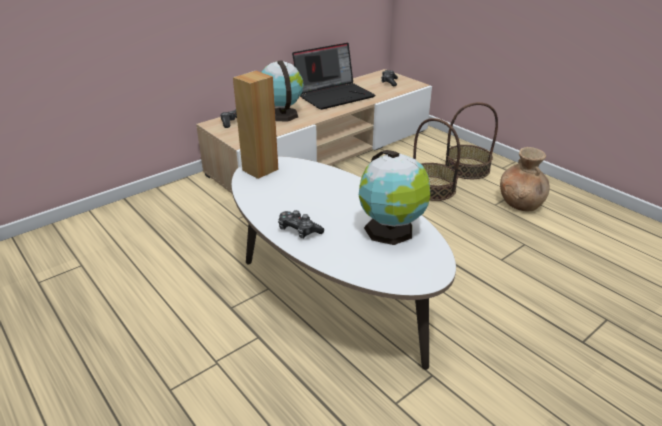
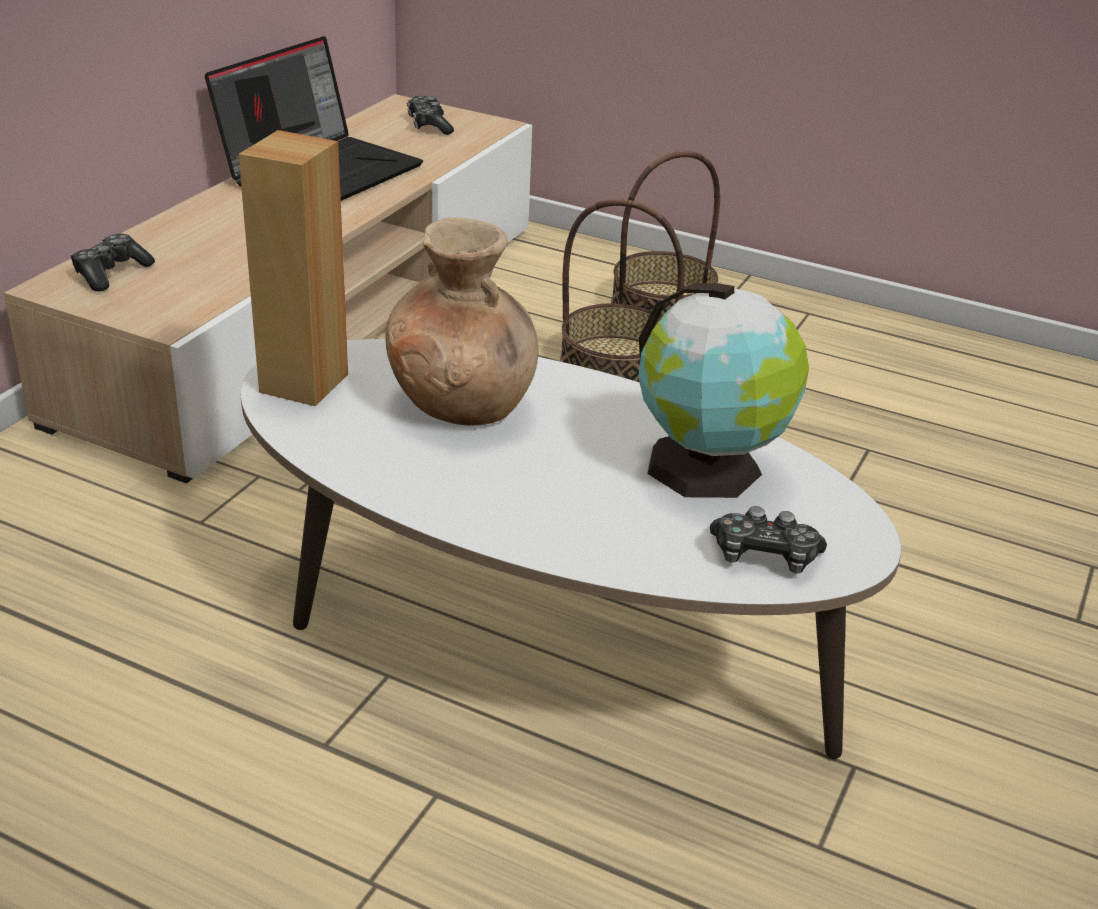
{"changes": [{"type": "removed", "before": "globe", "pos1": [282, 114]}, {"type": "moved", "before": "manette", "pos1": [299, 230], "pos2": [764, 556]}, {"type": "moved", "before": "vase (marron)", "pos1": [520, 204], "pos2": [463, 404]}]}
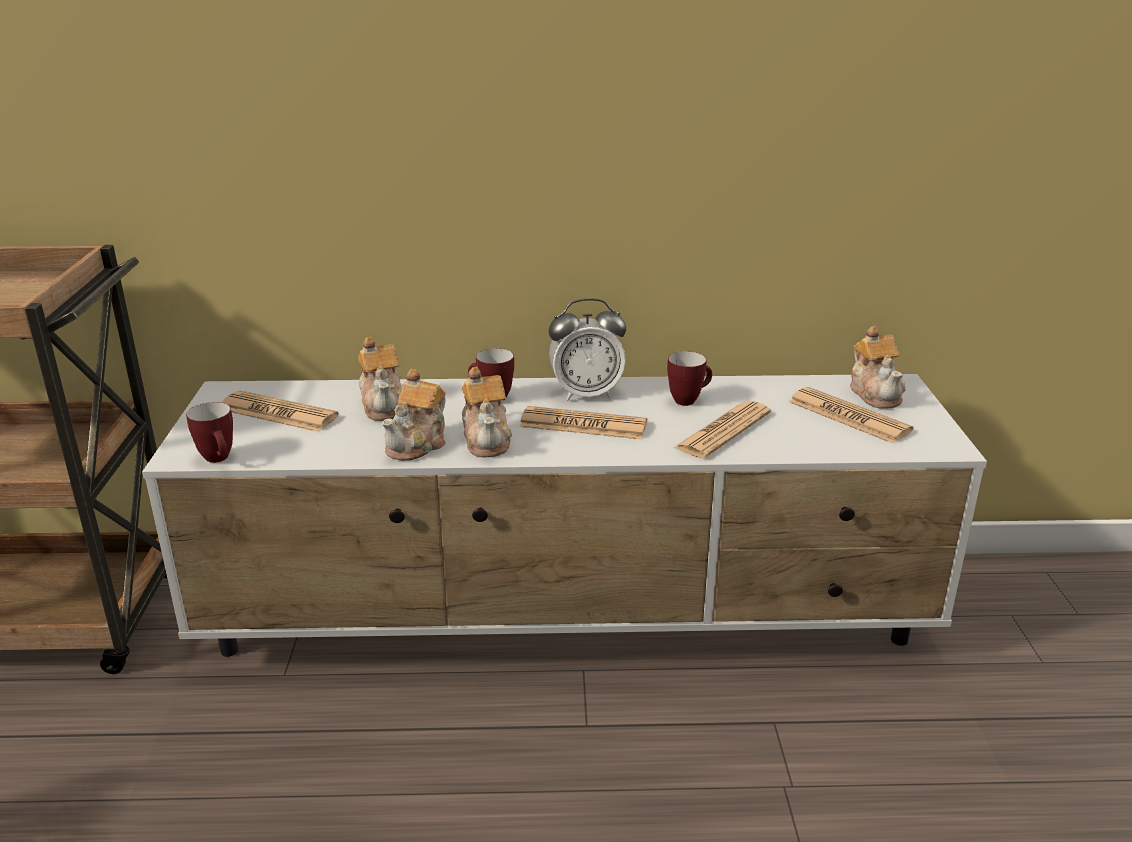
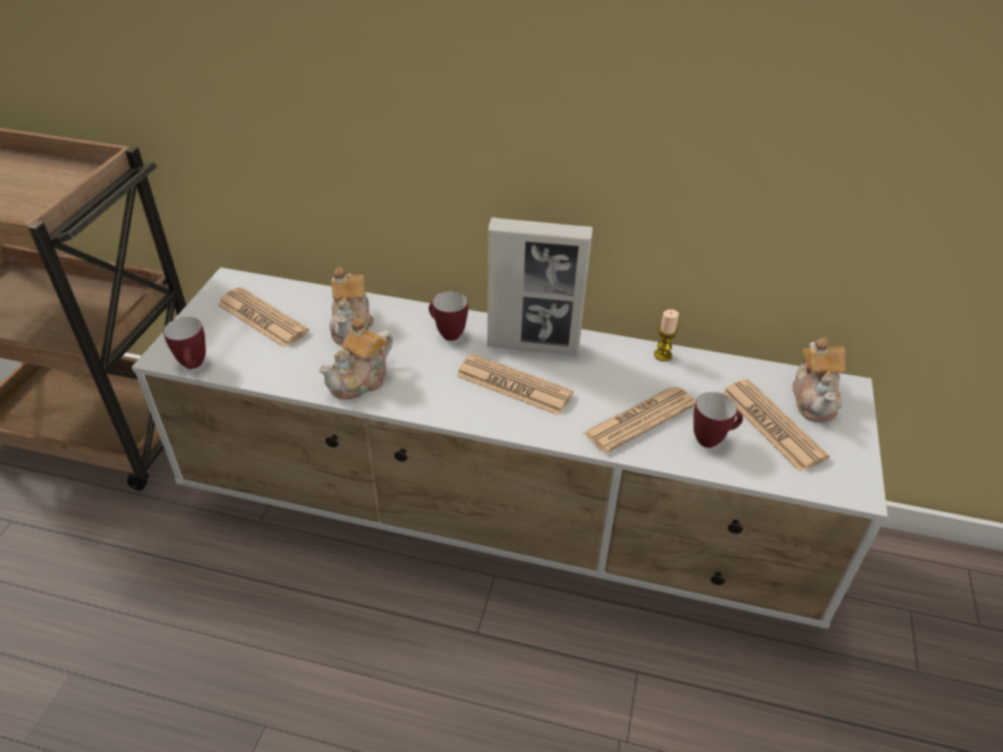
{"changes": [{"type": "removed", "before": "théière", "pos1": [487, 439]}, {"type": "replaced", "before": "réveil", "after": "cadre photo", "pos1": [586, 394], "pos2": [533, 345]}, {"type": "moved", "before": "mug", "pos1": [688, 400], "pos2": [712, 439]}, {"type": "added", "after": "bougie", "pos2": [662, 355]}]}
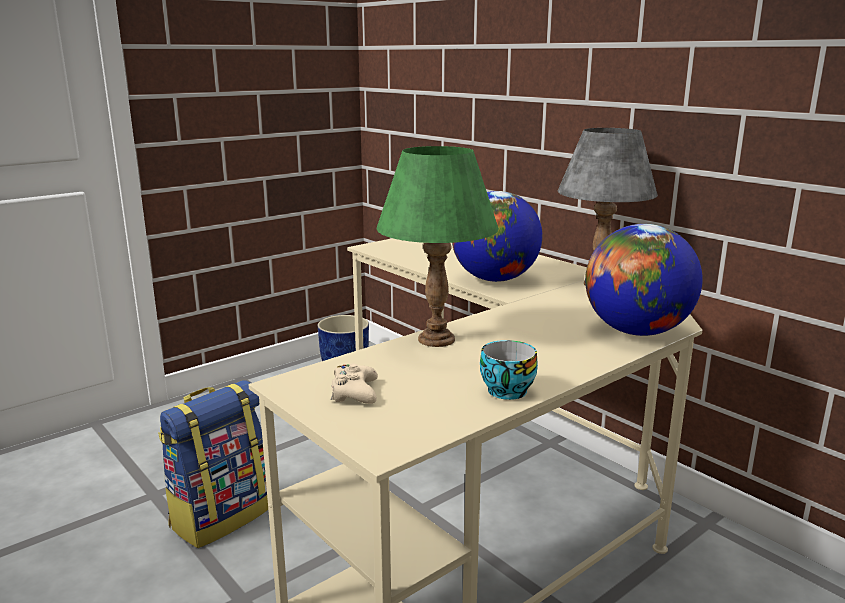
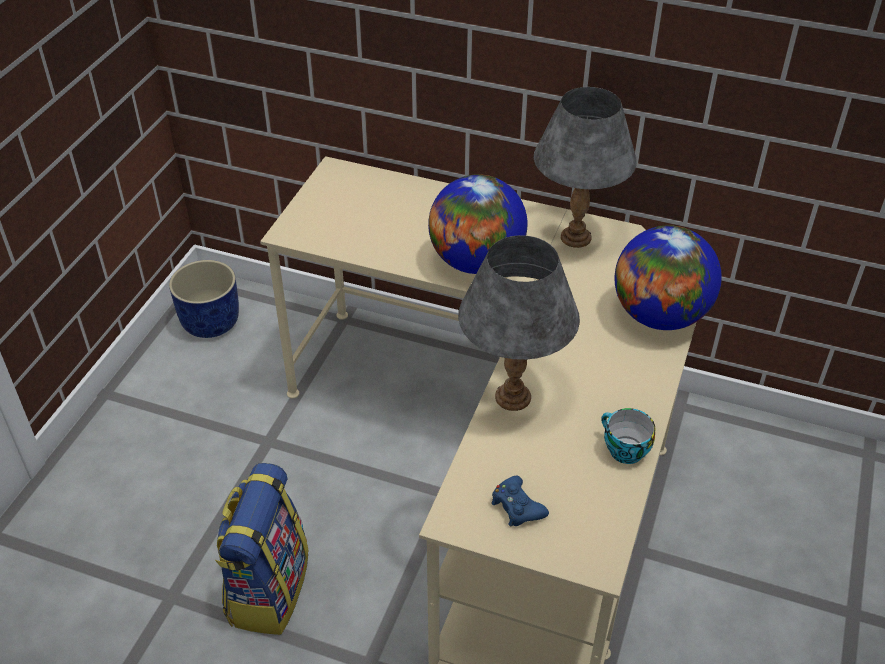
{"changes": [{"type": "recoloured", "before": "manette (beige)", "after": "manette (bleu)", "pos1": [354, 393], "pos2": [517, 507]}, {"type": "recoloured", "before": "lampe de table (vert)", "after": "lampe de table (gris)", "pos1": [435, 339], "pos2": [512, 397]}]}
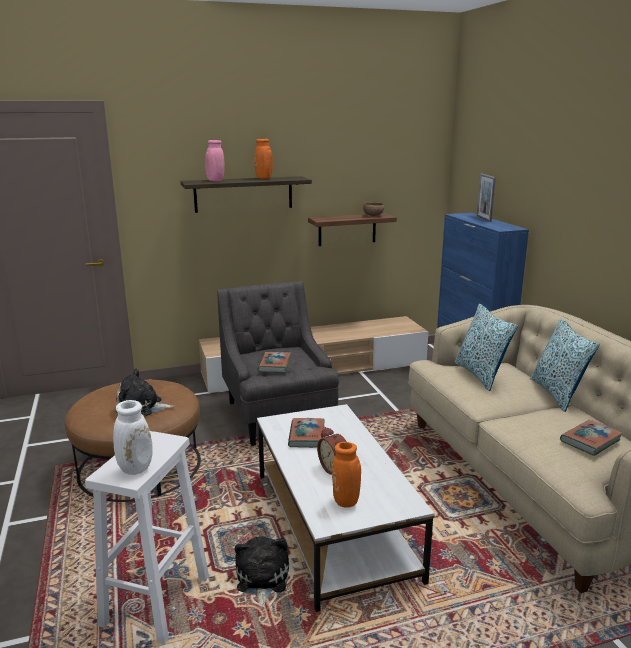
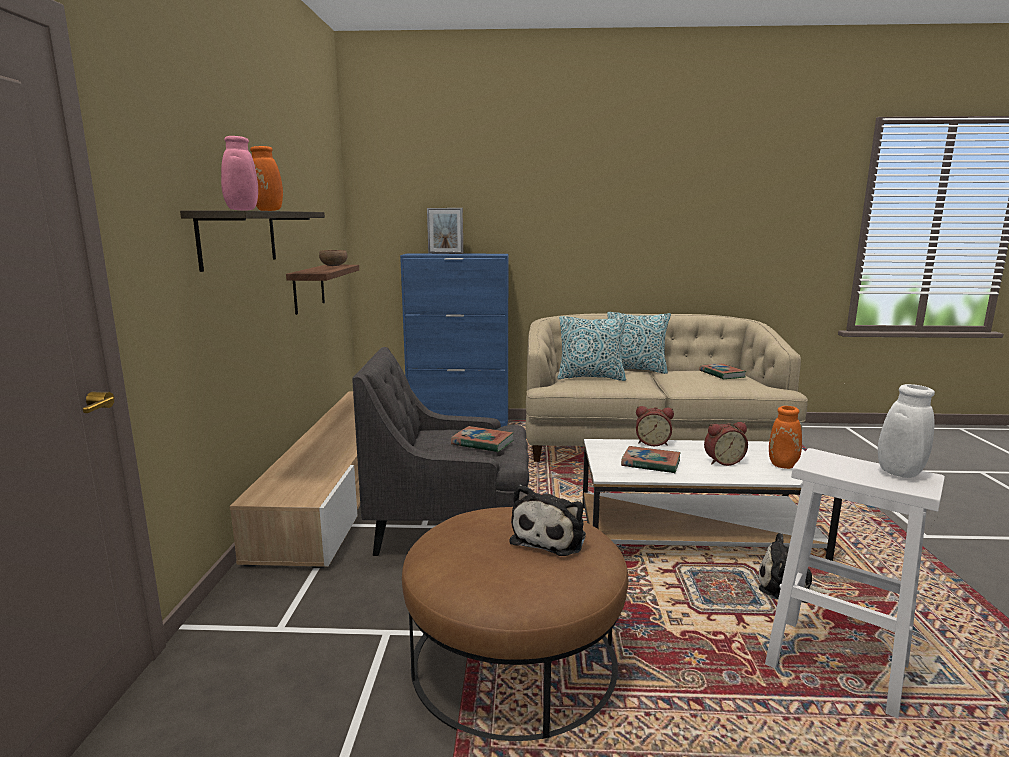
{"changes": [{"type": "added", "after": "réveil", "pos2": [652, 442]}]}
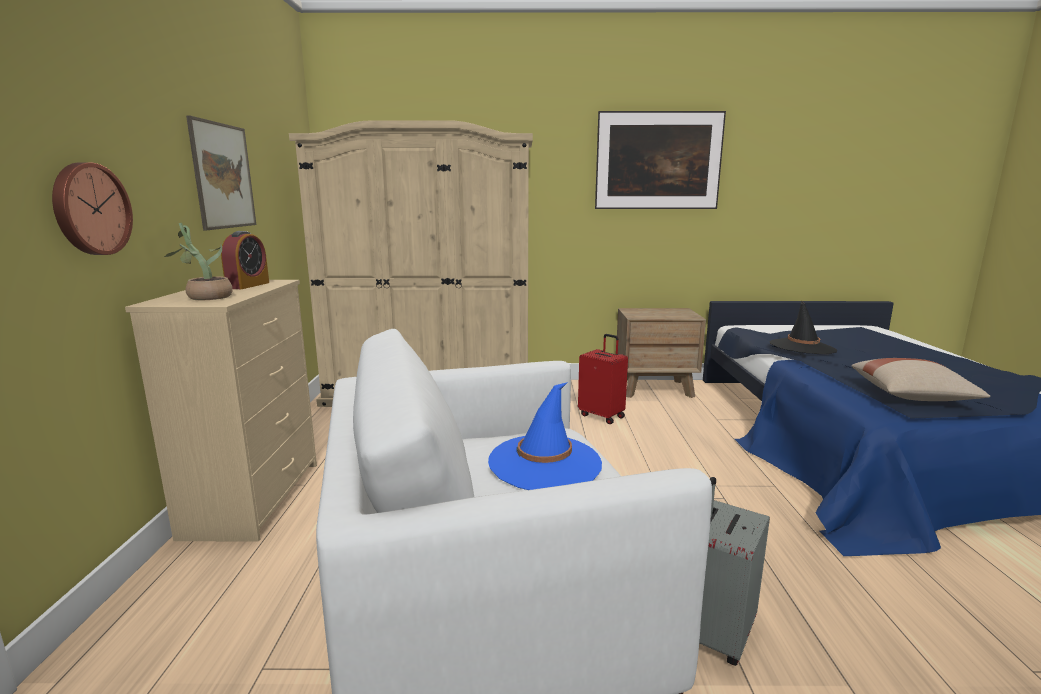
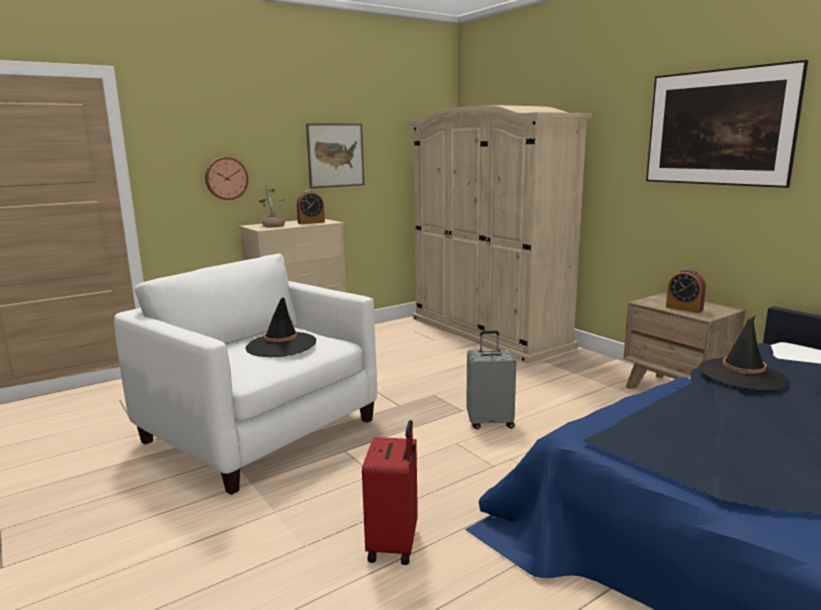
{"changes": [{"type": "recoloured", "before": "chapeau (bleu)", "after": "chapeau (noir)", "pos1": [545, 463], "pos2": [281, 345]}, {"type": "moved", "before": "valise (rouge)", "pos1": [602, 416], "pos2": [394, 544]}, {"type": "moved", "before": "valise (gris)", "pos1": [716, 634], "pos2": [490, 422]}, {"type": "removed", "before": "coussin (beige)", "pos1": [912, 397]}, {"type": "added", "after": "réveil", "pos2": [684, 308]}]}
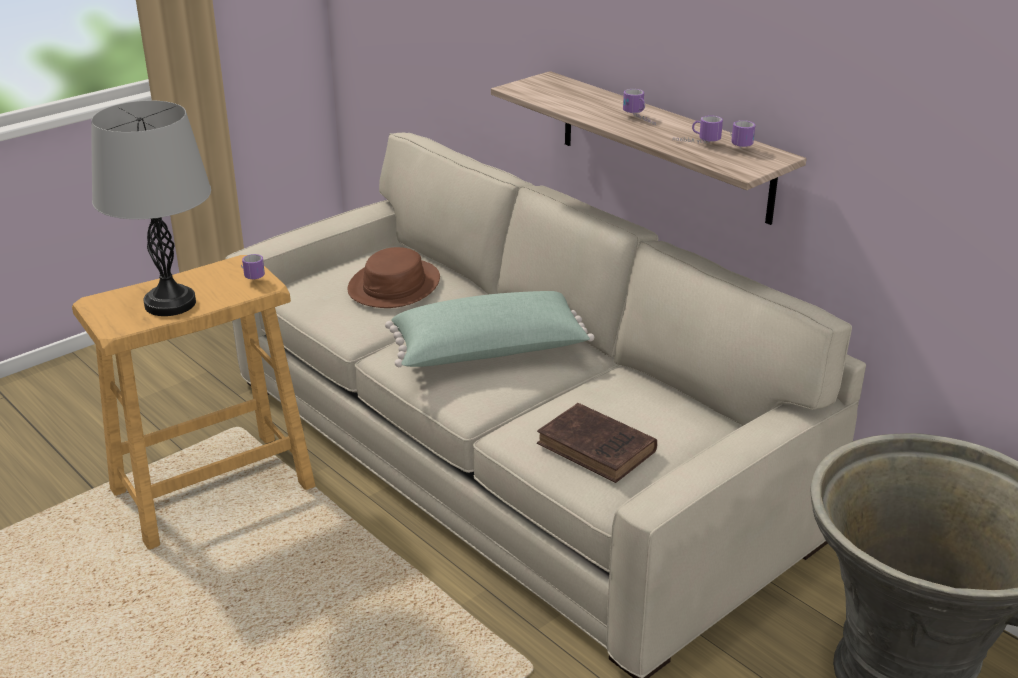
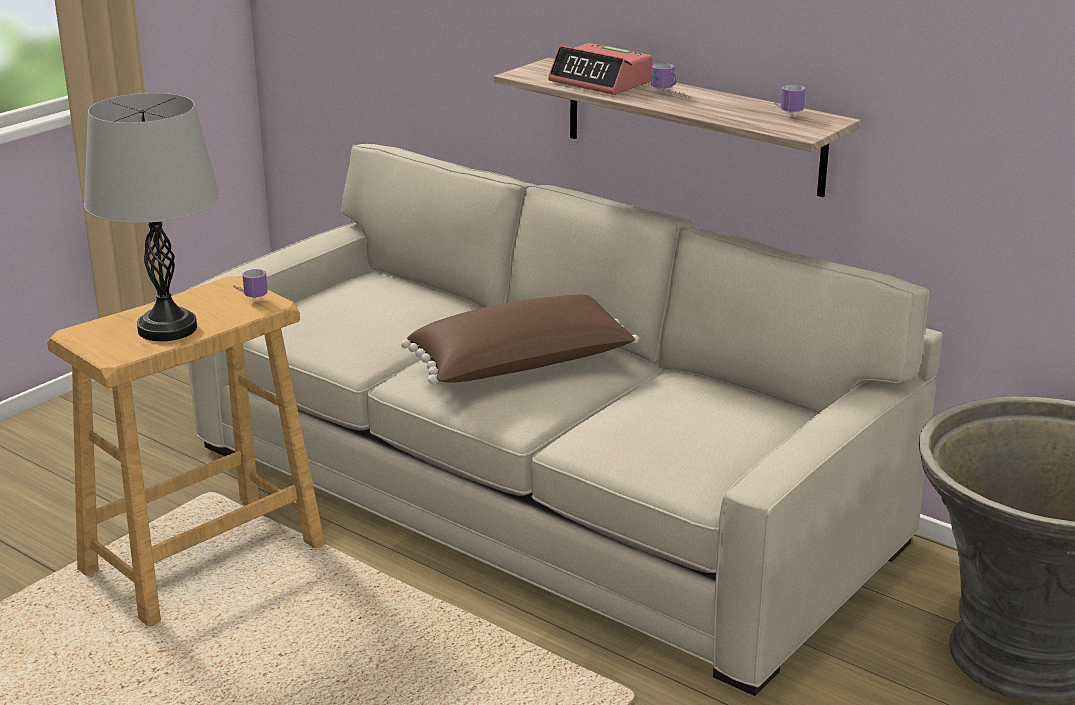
{"changes": [{"type": "removed", "before": "chapeau (marron)", "pos1": [394, 285]}, {"type": "recoloured", "before": "coussin (vert)", "after": "coussin (marron)", "pos1": [489, 353], "pos2": [521, 368]}, {"type": "removed", "before": "livre (marron)", "pos1": [598, 449]}, {"type": "removed", "before": "mug", "pos1": [696, 143]}, {"type": "added", "after": "réveil", "pos2": [601, 82]}]}
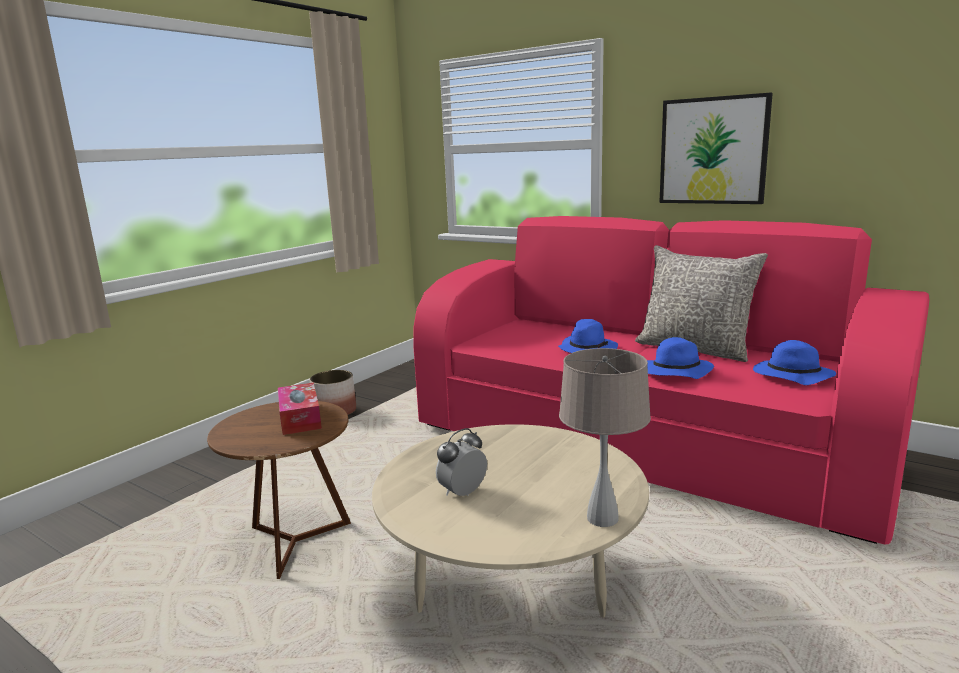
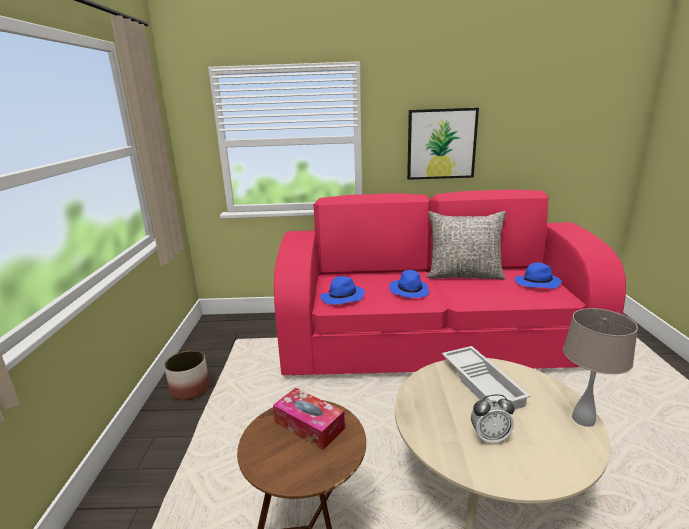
{"changes": [{"type": "turned", "before": "réveil", "pos1": [463, 493], "pos2": [489, 437], "turn": -105}, {"type": "moved", "before": "chapeau (bleu)", "pos1": [675, 372], "pos2": [342, 298]}, {"type": "added", "after": "plateau (blanc)", "pos2": [483, 383]}]}
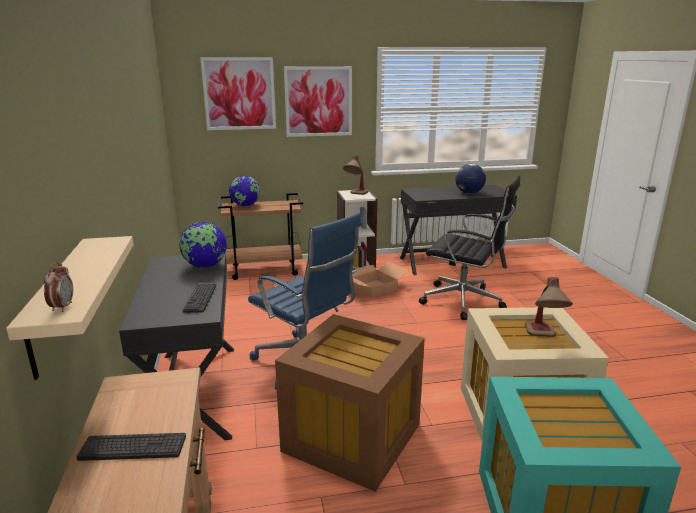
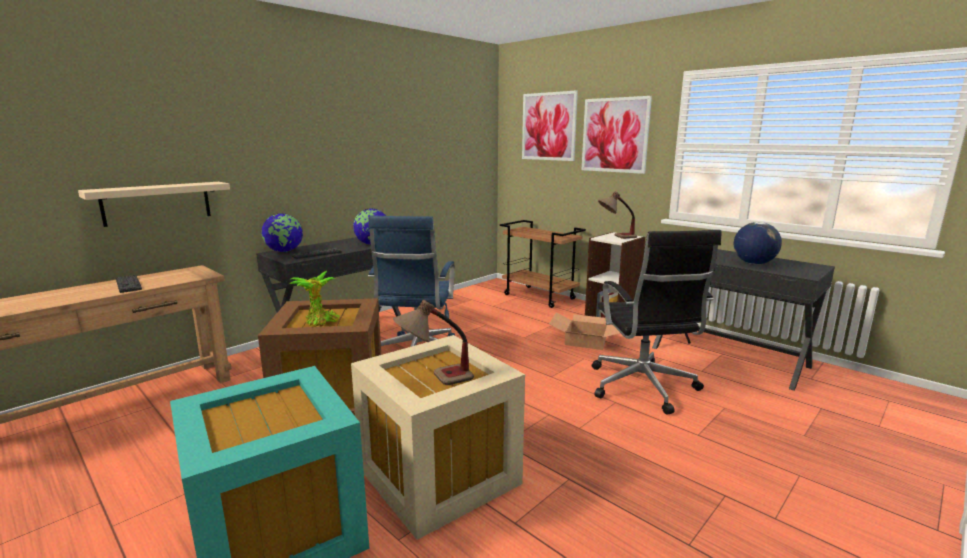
{"changes": [{"type": "removed", "before": "réveil", "pos1": [62, 307]}, {"type": "moved", "before": "globe", "pos1": [246, 205], "pos2": [284, 251]}, {"type": "added", "after": "plante en pot", "pos2": [320, 322]}]}
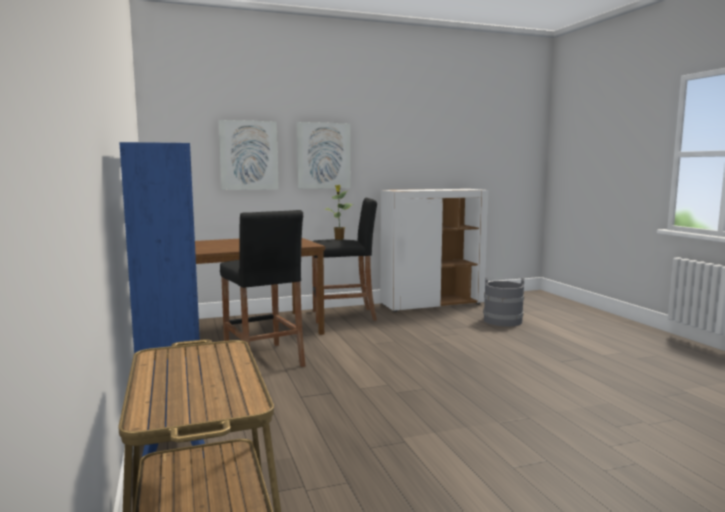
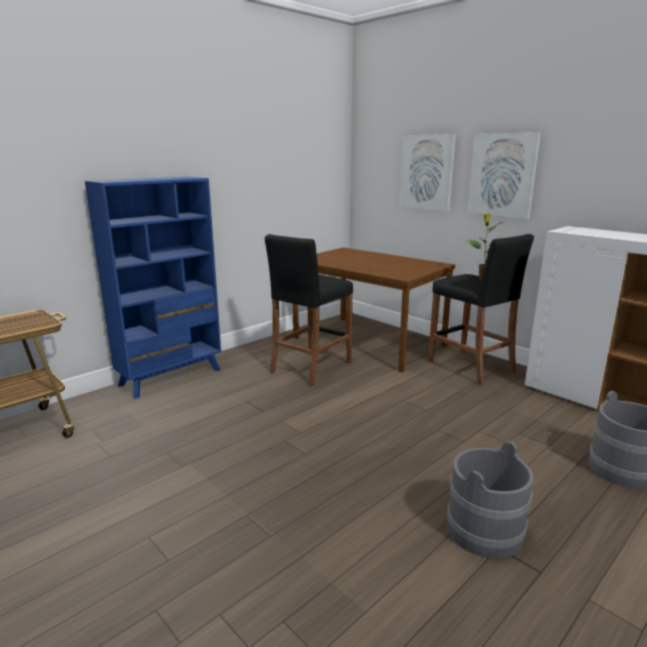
{"changes": [{"type": "added", "after": "seau (gris)", "pos2": [484, 530]}]}
